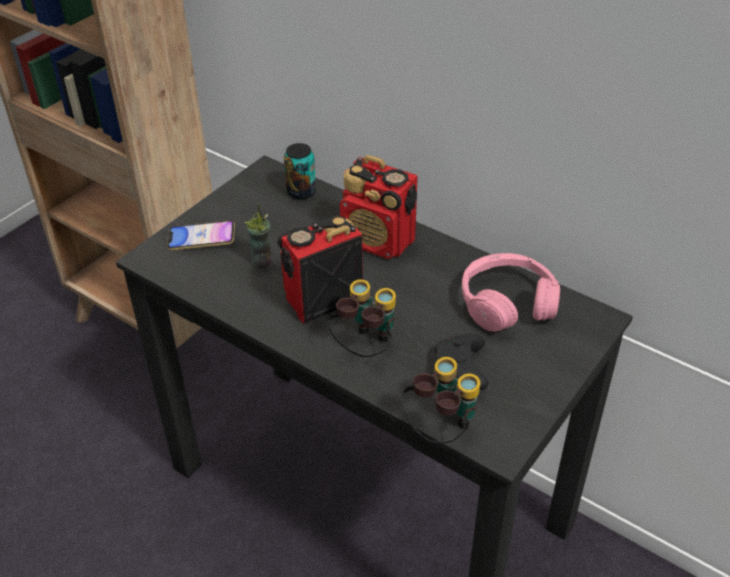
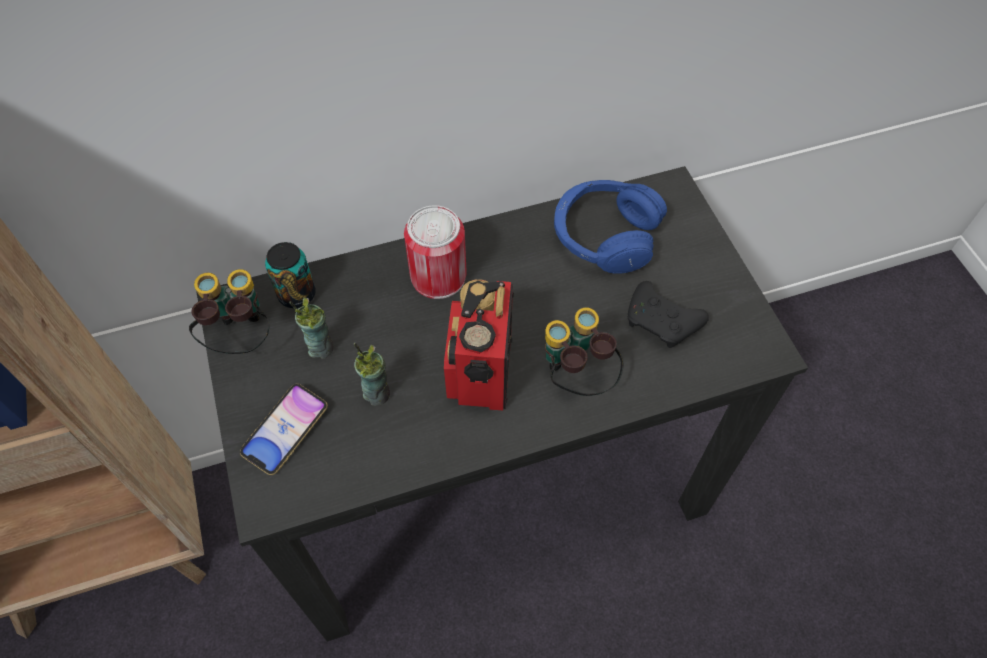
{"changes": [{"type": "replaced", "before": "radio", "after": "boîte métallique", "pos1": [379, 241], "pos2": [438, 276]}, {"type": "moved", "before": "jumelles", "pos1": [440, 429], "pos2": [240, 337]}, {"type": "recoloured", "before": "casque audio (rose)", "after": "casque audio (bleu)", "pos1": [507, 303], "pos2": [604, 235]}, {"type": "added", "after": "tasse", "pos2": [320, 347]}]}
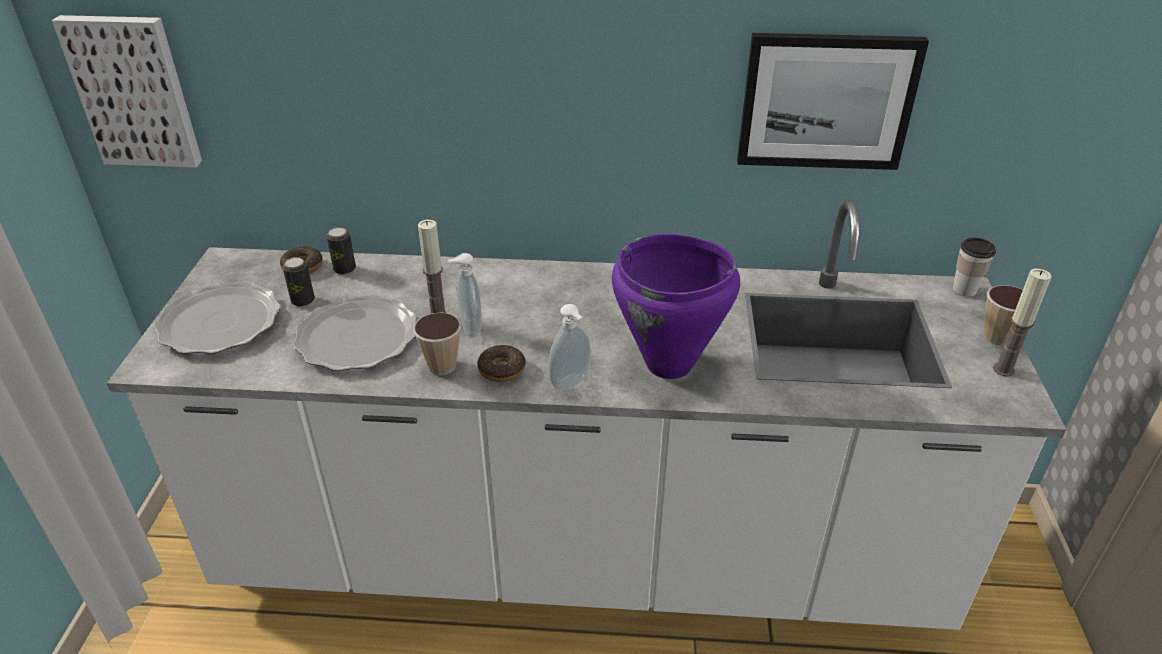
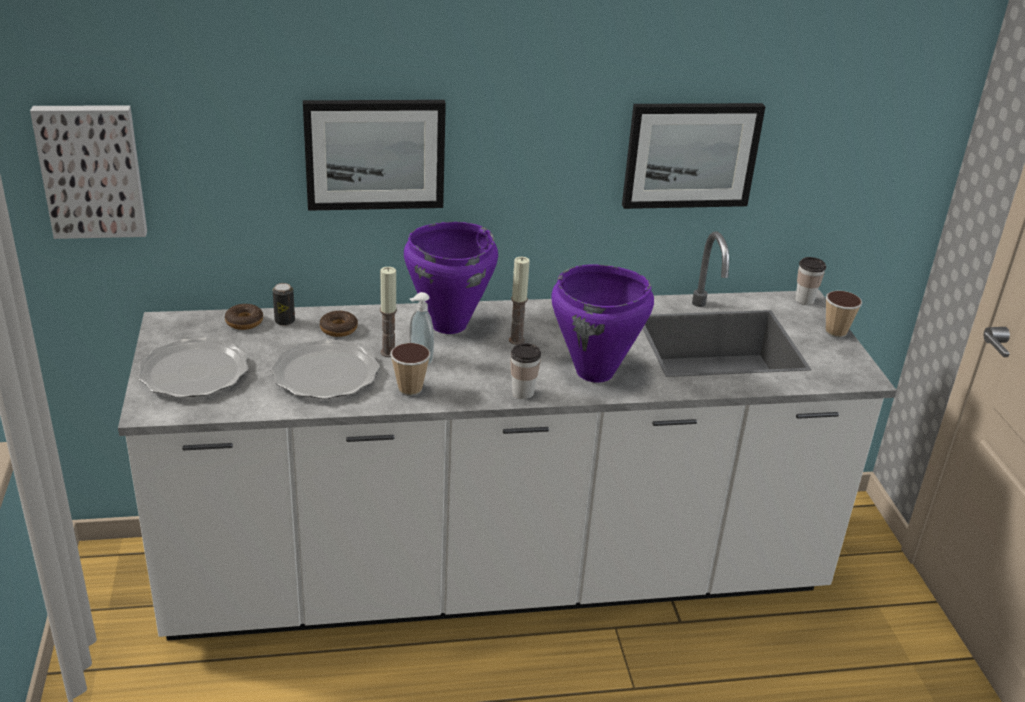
{"changes": [{"type": "removed", "before": "boîte métallique", "pos1": [303, 300]}, {"type": "moved", "before": "beignet", "pos1": [501, 369], "pos2": [338, 329]}, {"type": "replaced", "before": "distributeur de savon", "after": "tasse", "pos1": [571, 384], "pos2": [523, 393]}, {"type": "moved", "before": "bougie", "pos1": [1003, 370], "pos2": [516, 340]}, {"type": "added", "after": "tableau", "pos2": [375, 154]}, {"type": "added", "after": "marmite (violet)", "pos2": [447, 324]}]}
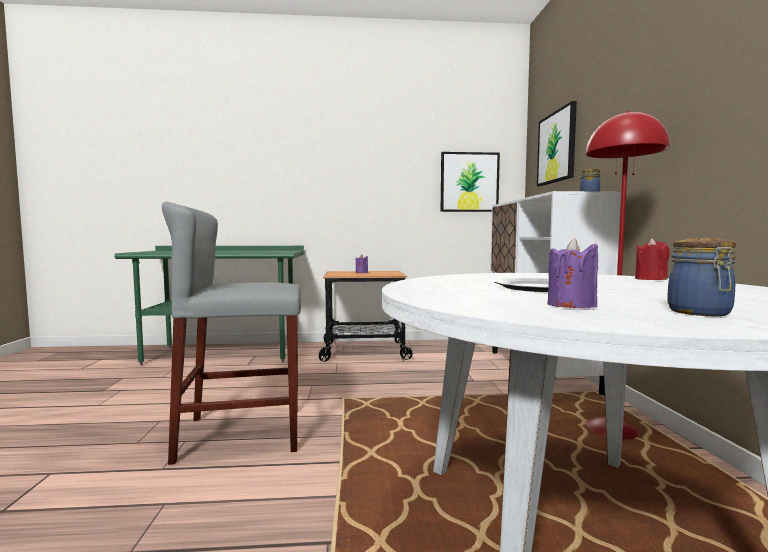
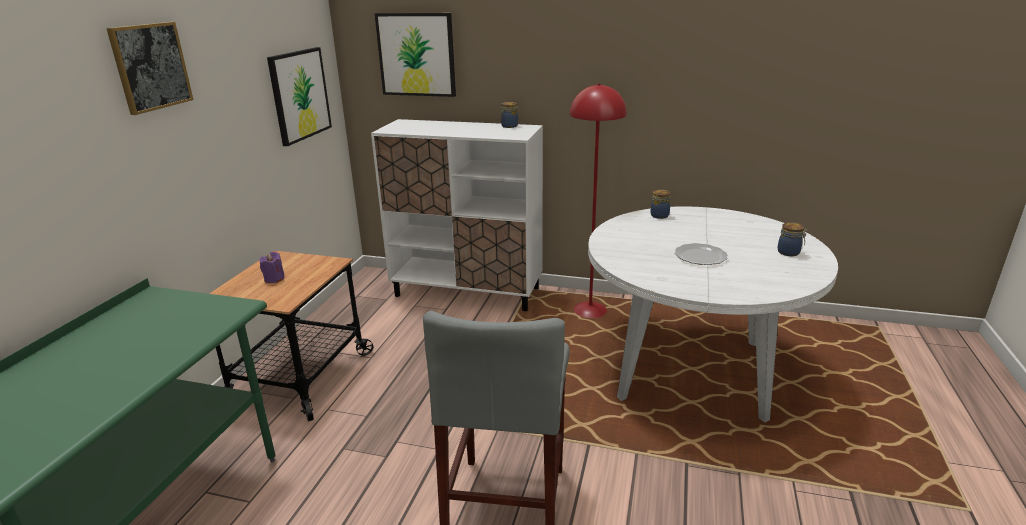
{"changes": [{"type": "removed", "before": "bougie (violet)", "pos1": [571, 305]}, {"type": "replaced", "before": "bougie (rouge)", "after": "bocal", "pos1": [650, 279], "pos2": [658, 215]}, {"type": "added", "after": "tableau", "pos2": [151, 67]}]}
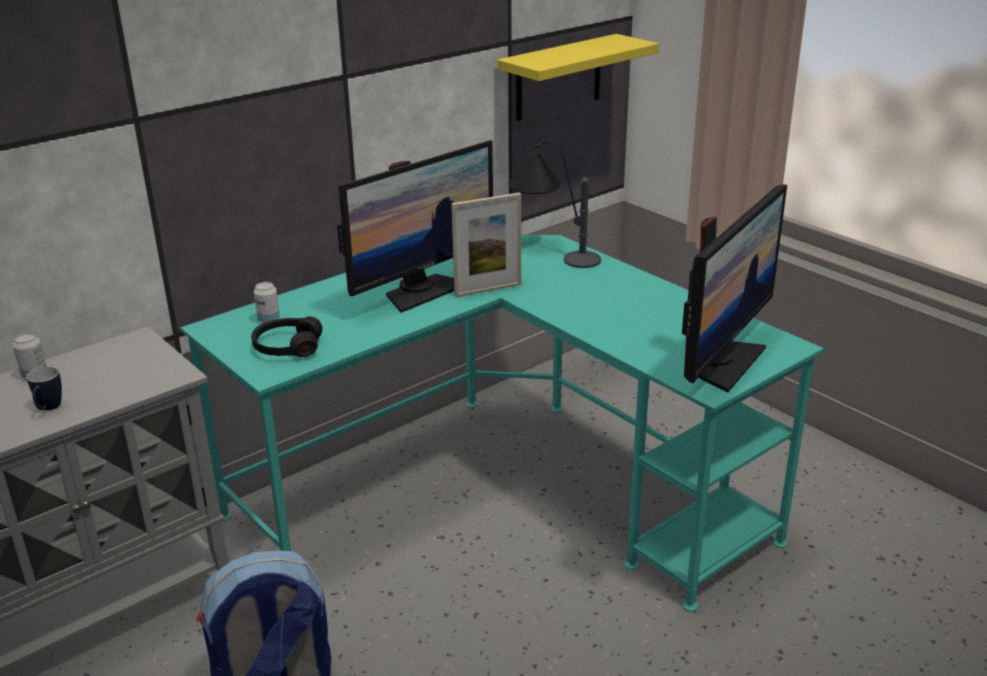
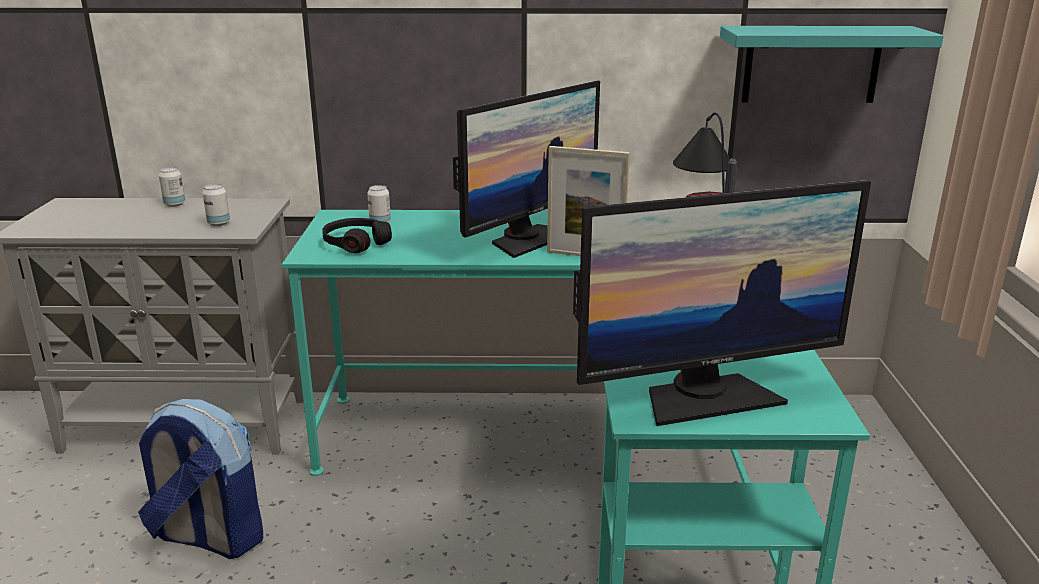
{"changes": [{"type": "removed", "before": "mug", "pos1": [48, 409]}, {"type": "turned", "before": "écran d'ordinateur", "pos1": [421, 291], "pos2": [528, 239], "turn": -45}, {"type": "recoloured", "before": "étagère (jaune)", "after": "étagère (turquoise)", "pos1": [558, 78], "pos2": [811, 64]}, {"type": "added", "after": "boîte métallique", "pos2": [218, 223]}]}
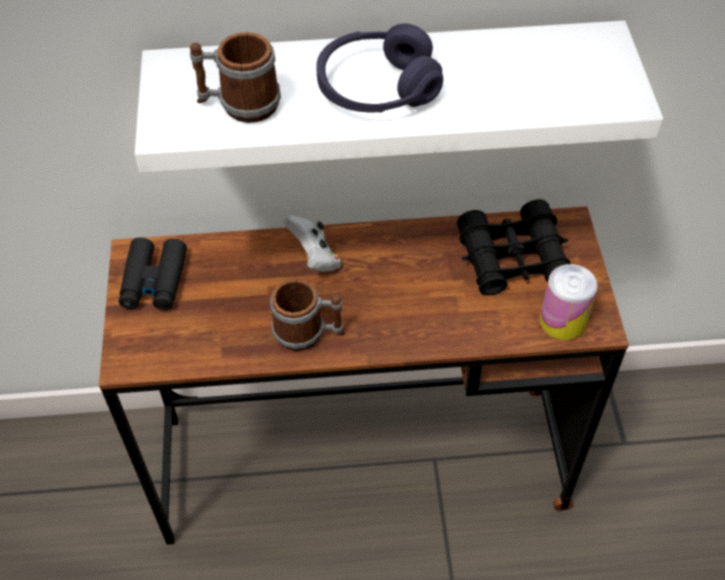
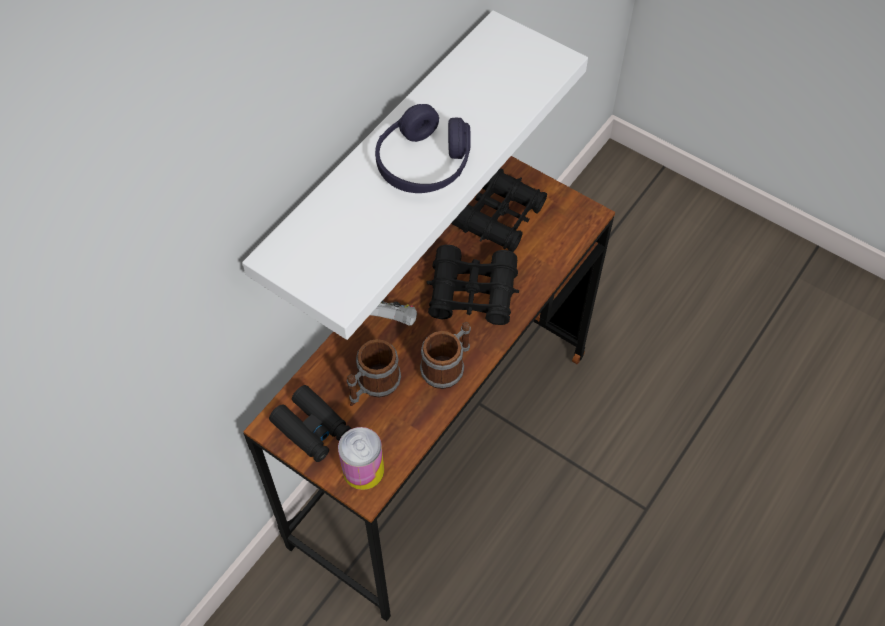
{"changes": [{"type": "moved", "before": "mug", "pos1": [239, 104], "pos2": [373, 386]}, {"type": "moved", "before": "boîte métallique", "pos1": [562, 320], "pos2": [363, 470]}, {"type": "added", "after": "jumelles (noir)", "pos2": [472, 293]}]}
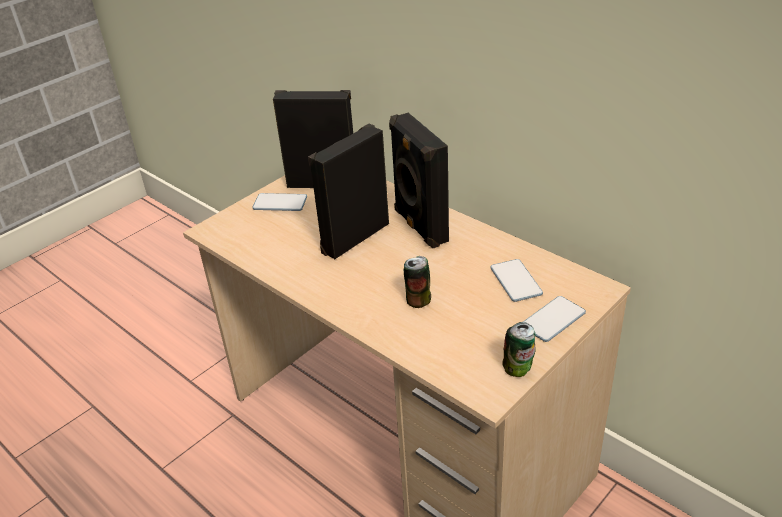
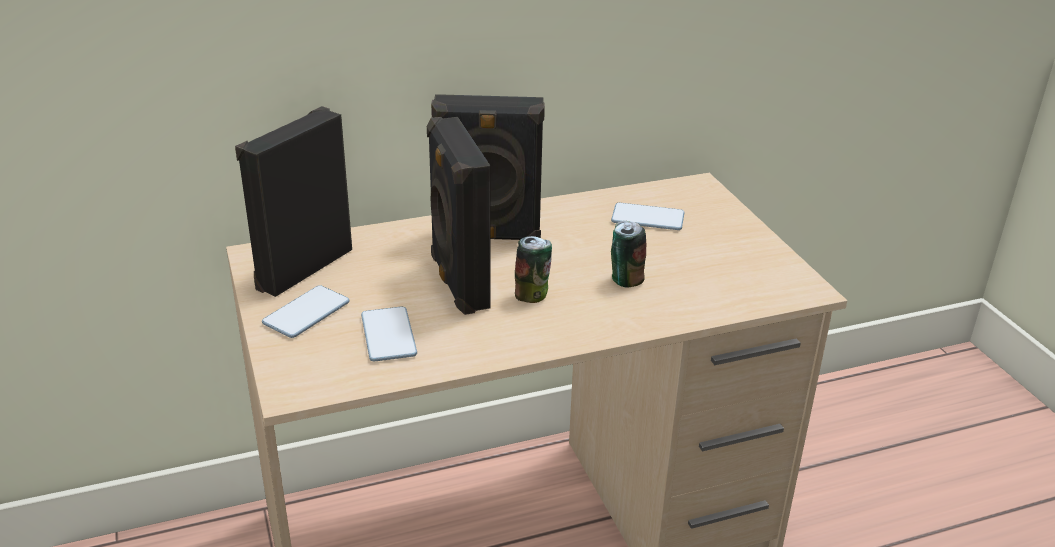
{"changes": [{"type": "moved", "before": "boîte métallique", "pos1": [518, 369], "pos2": [532, 295]}, {"type": "moved", "before": "téléphone", "pos1": [553, 320], "pos2": [388, 335]}]}
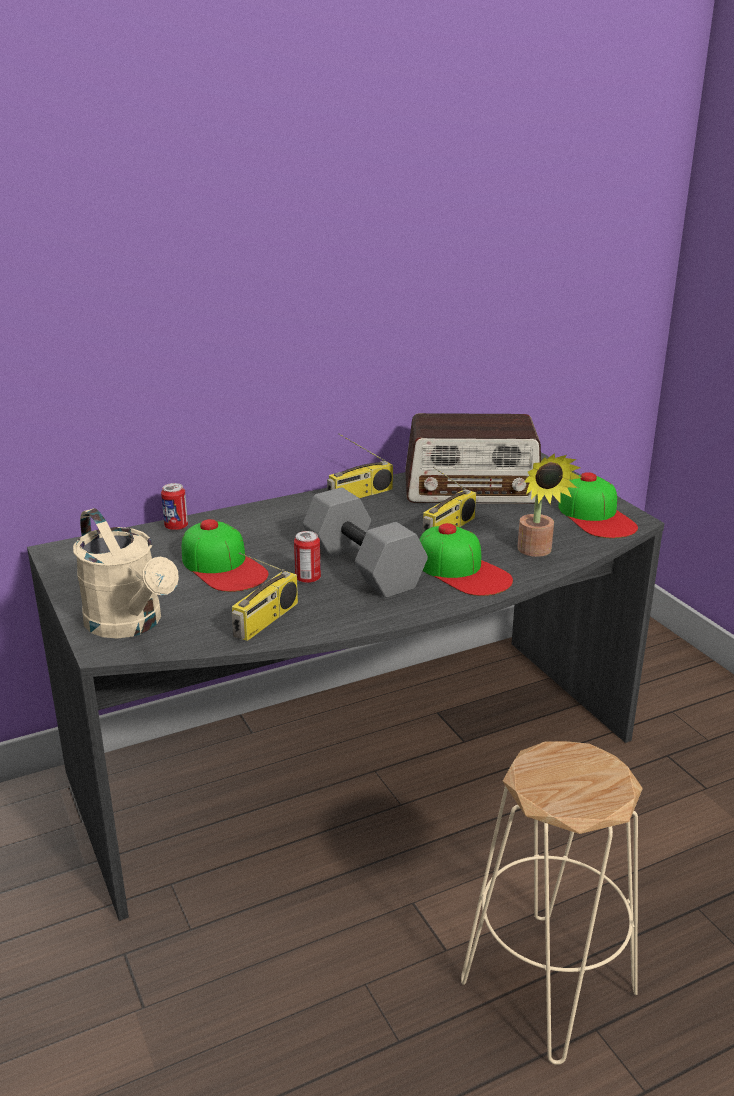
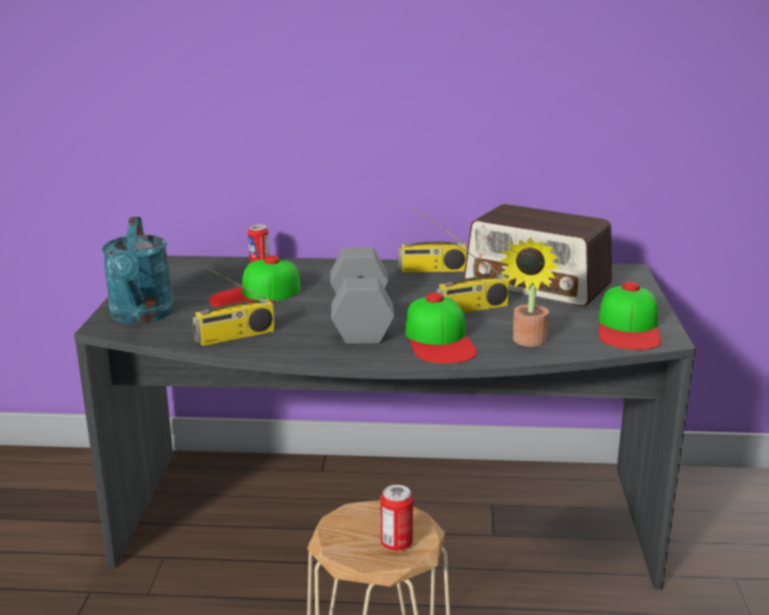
{"changes": [{"type": "recoloured", "before": "arrosoir (beige)", "after": "arrosoir (turquoise)", "pos1": [130, 624], "pos2": [141, 316]}, {"type": "turned", "before": "casquette", "pos1": [223, 566], "pos2": [256, 295], "turn": 60}, {"type": "moved", "before": "boîte métallique", "pos1": [308, 579], "pos2": [396, 544]}]}
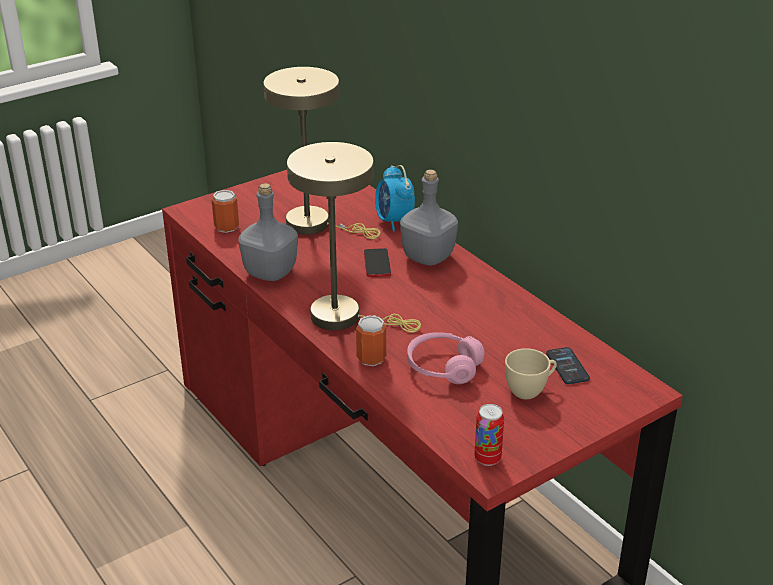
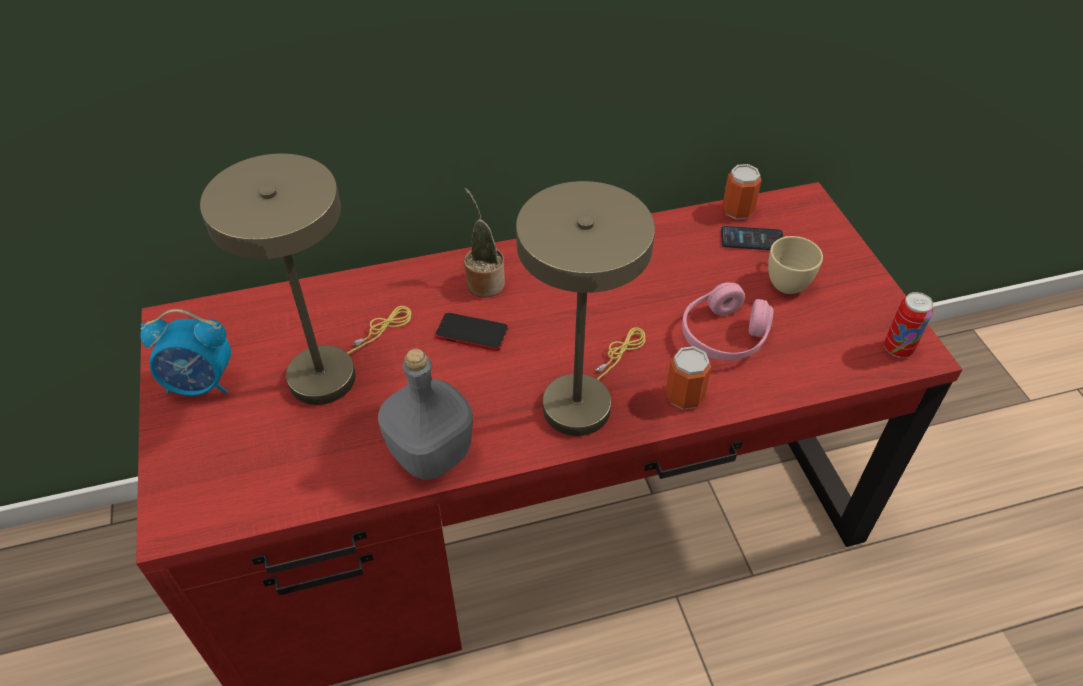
{"changes": [{"type": "moved", "before": "boîte métallique", "pos1": [226, 227], "pos2": [737, 210]}, {"type": "moved", "before": "réveil", "pos1": [394, 222], "pos2": [201, 384]}, {"type": "replaced", "before": "bouteille (gris)", "after": "plante en pot", "pos1": [427, 257], "pos2": [484, 282]}]}
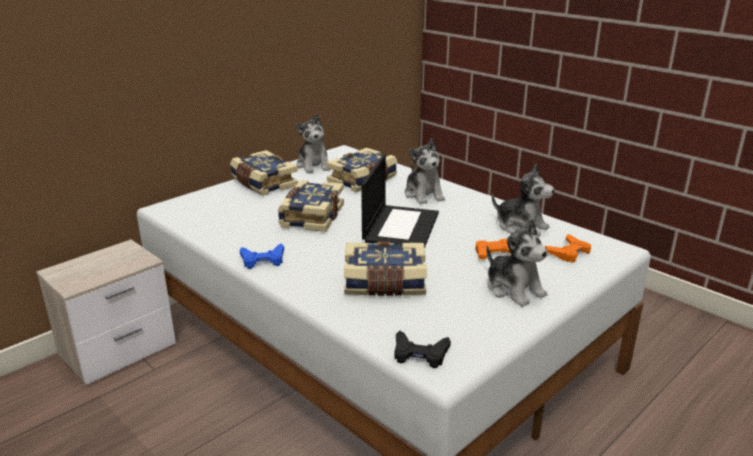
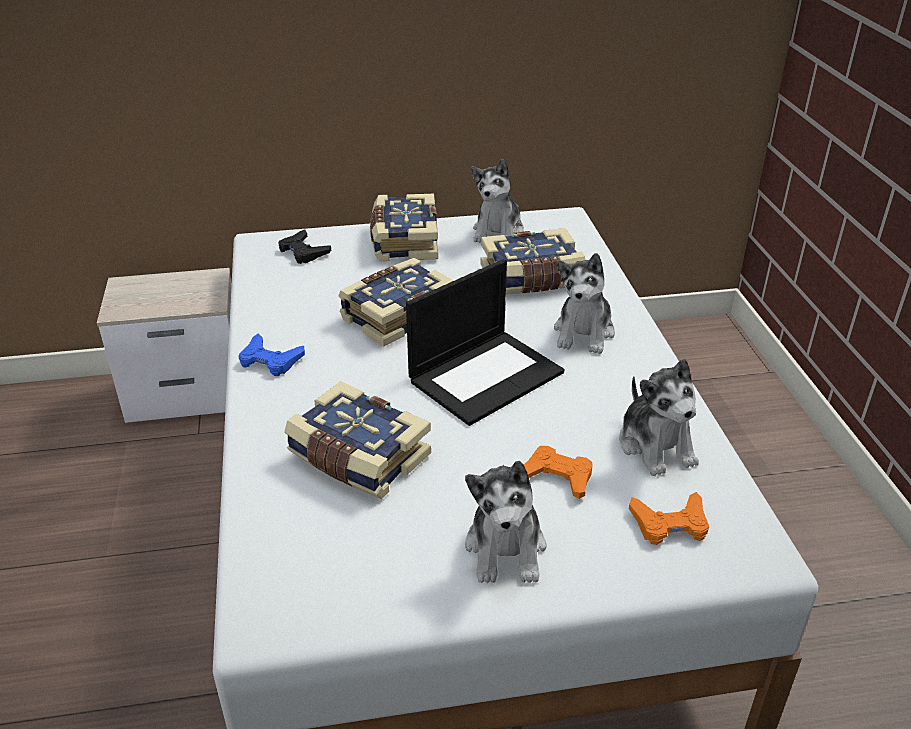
{"changes": [{"type": "moved", "before": "manette (noir)", "pos1": [420, 354], "pos2": [303, 252]}]}
